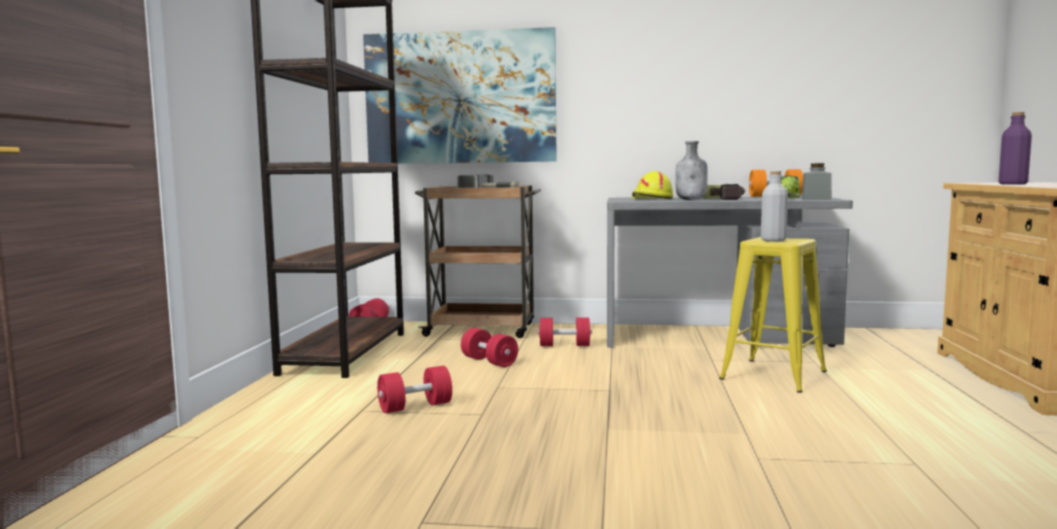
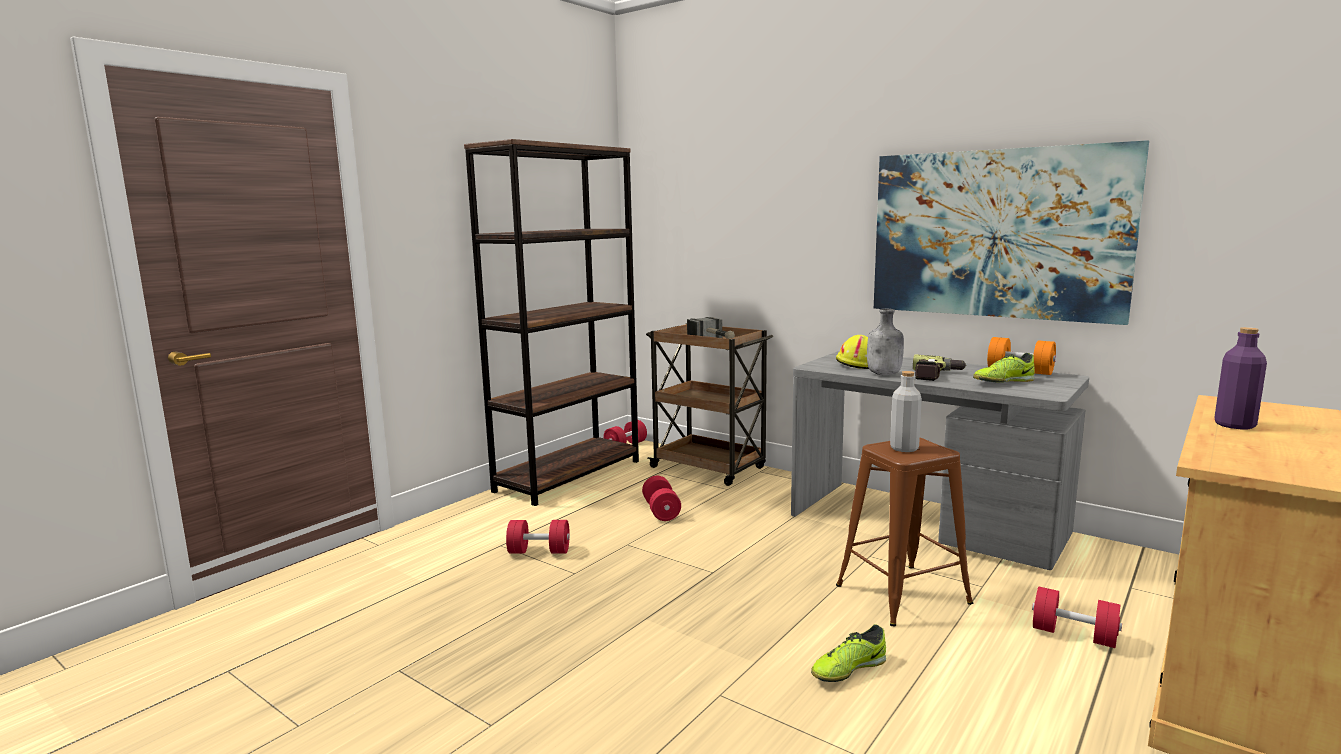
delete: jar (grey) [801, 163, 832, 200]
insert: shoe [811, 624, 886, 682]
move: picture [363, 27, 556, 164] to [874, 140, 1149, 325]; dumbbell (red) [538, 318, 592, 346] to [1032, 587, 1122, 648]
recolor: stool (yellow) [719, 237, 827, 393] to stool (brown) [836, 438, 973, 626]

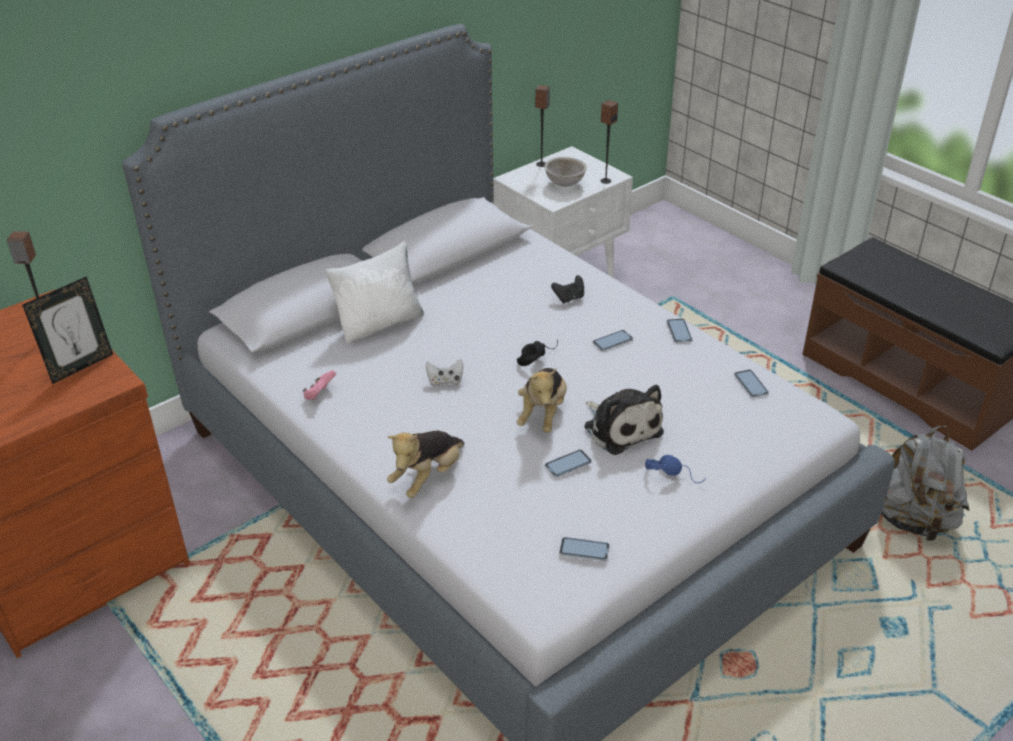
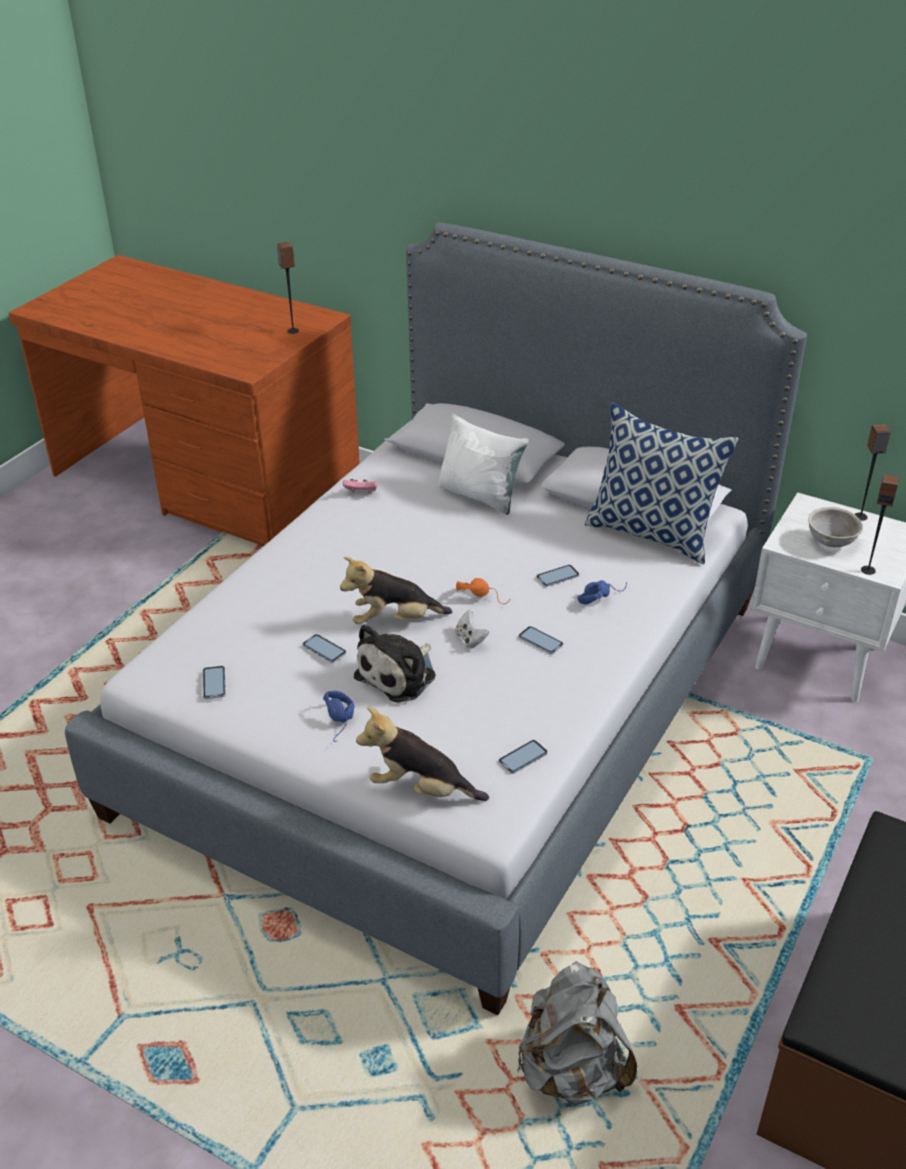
delete: picture frame [22, 276, 113, 384]
insert: pillow [585, 403, 739, 564]
move: phone [667, 319, 692, 343] to [536, 565, 579, 587]; game controller (white) [426, 359, 463, 387] to [455, 610, 489, 649]; plush toy [387, 431, 464, 498] to [356, 707, 489, 801]
replace: game controller (black) [551, 275, 584, 303] to headphones (blue) [578, 580, 627, 605]
recolor: headphones (black) [517, 340, 558, 366] to headphones (orange) [456, 578, 510, 604]

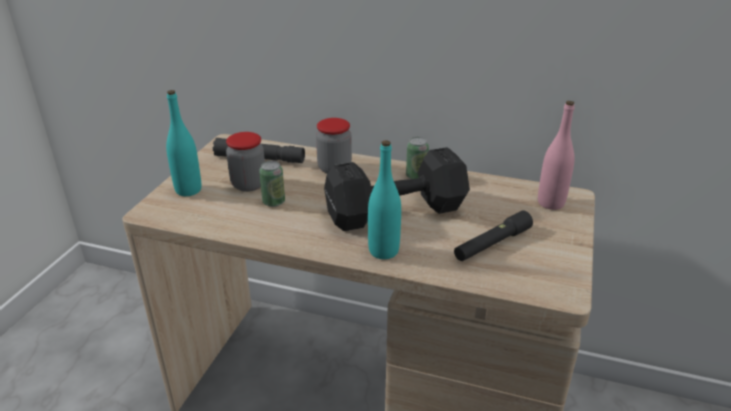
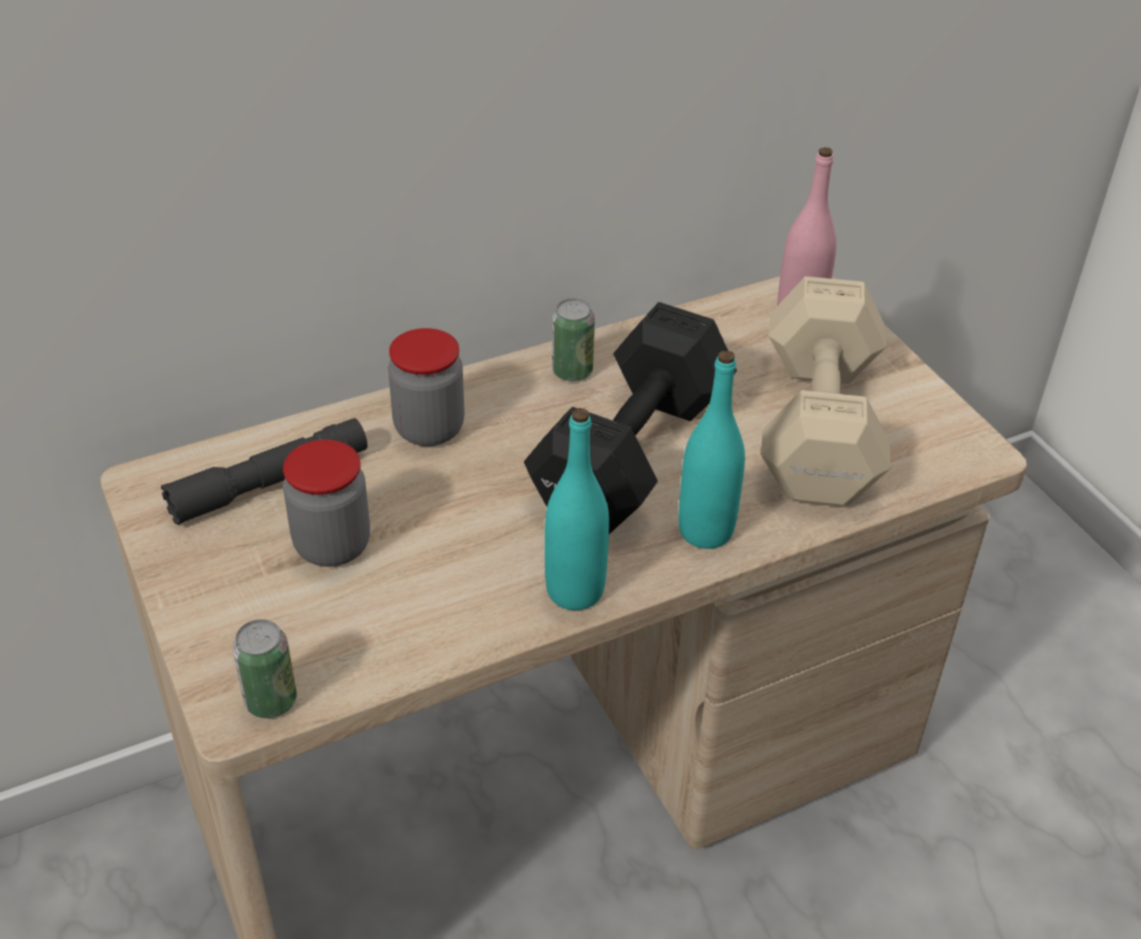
move: bottle (turquoise) [166, 90, 201, 196] to [545, 408, 609, 610]; can [259, 161, 285, 207] to [233, 619, 297, 718]
replace: flashlight (black) [454, 211, 533, 261] to dumbbell (beige) [761, 276, 891, 505]

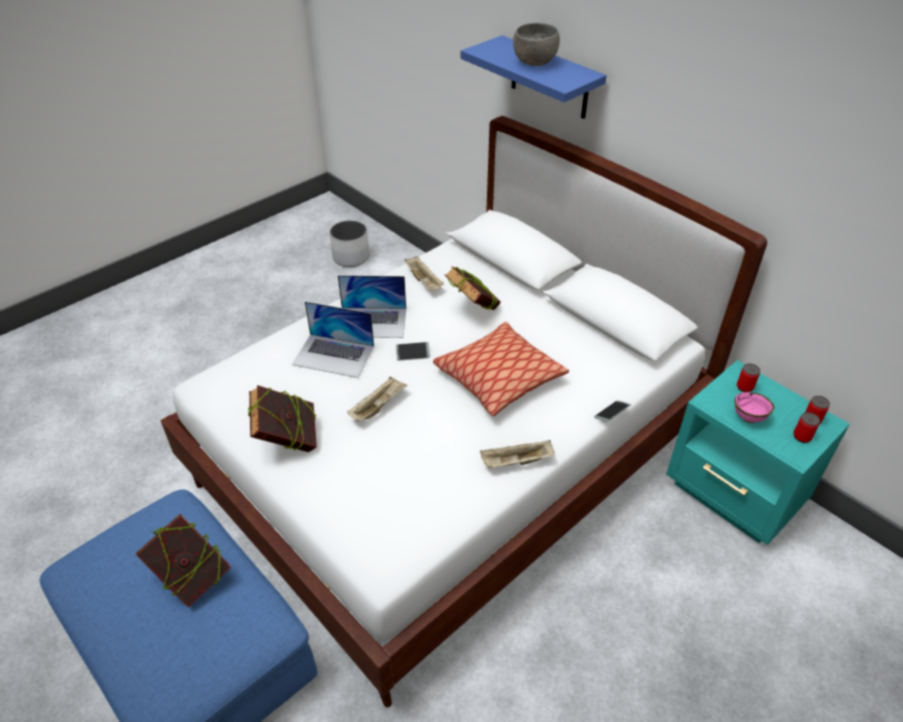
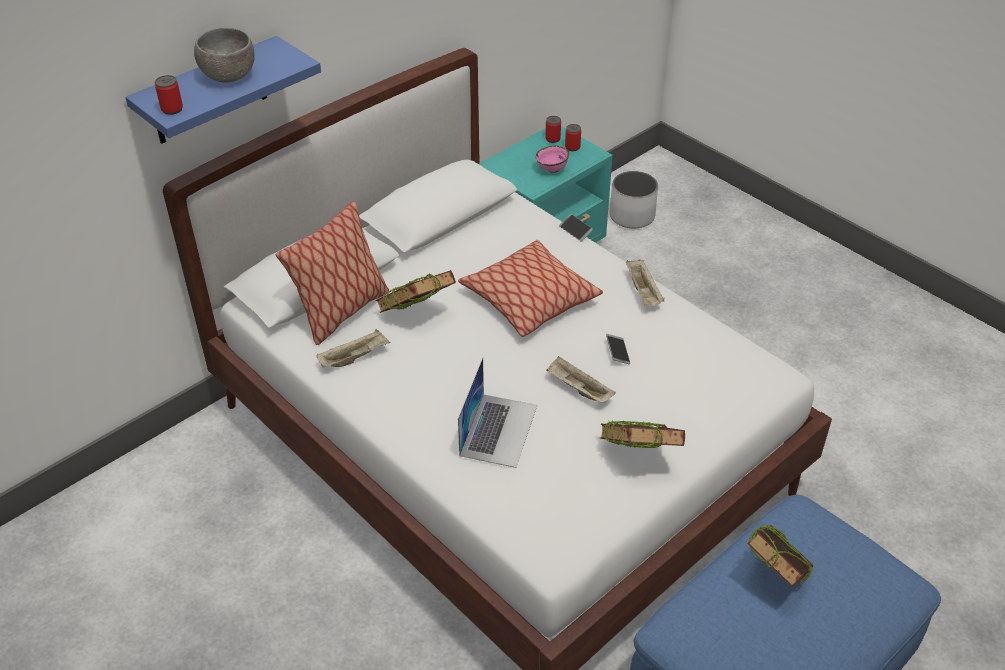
delete: laptop [338, 275, 406, 338]
insert: pillow [276, 201, 389, 345]
move: planter (white) [330, 220, 370, 267] to [610, 171, 658, 229]; phone [396, 342, 430, 361] to [606, 334, 630, 364]; can [737, 363, 760, 392] to [155, 75, 183, 115]

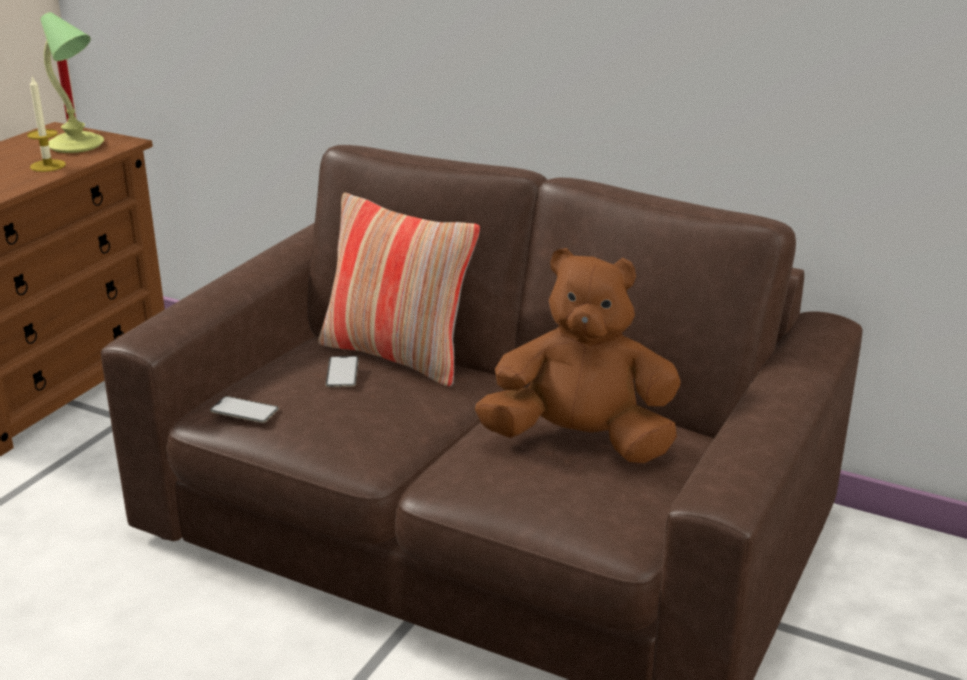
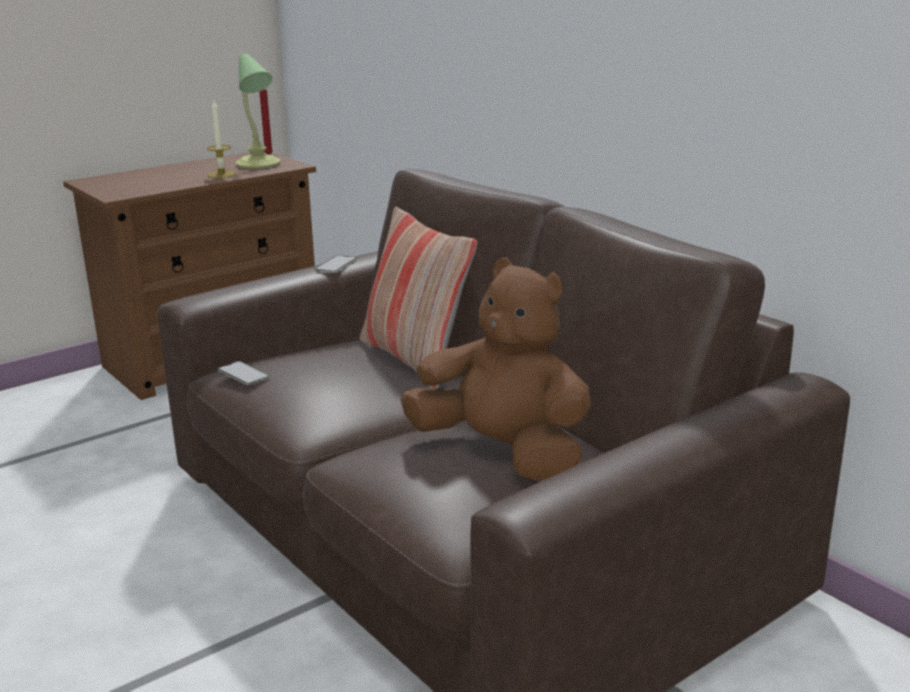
move: phone [326, 356, 359, 387] to [315, 255, 357, 273]

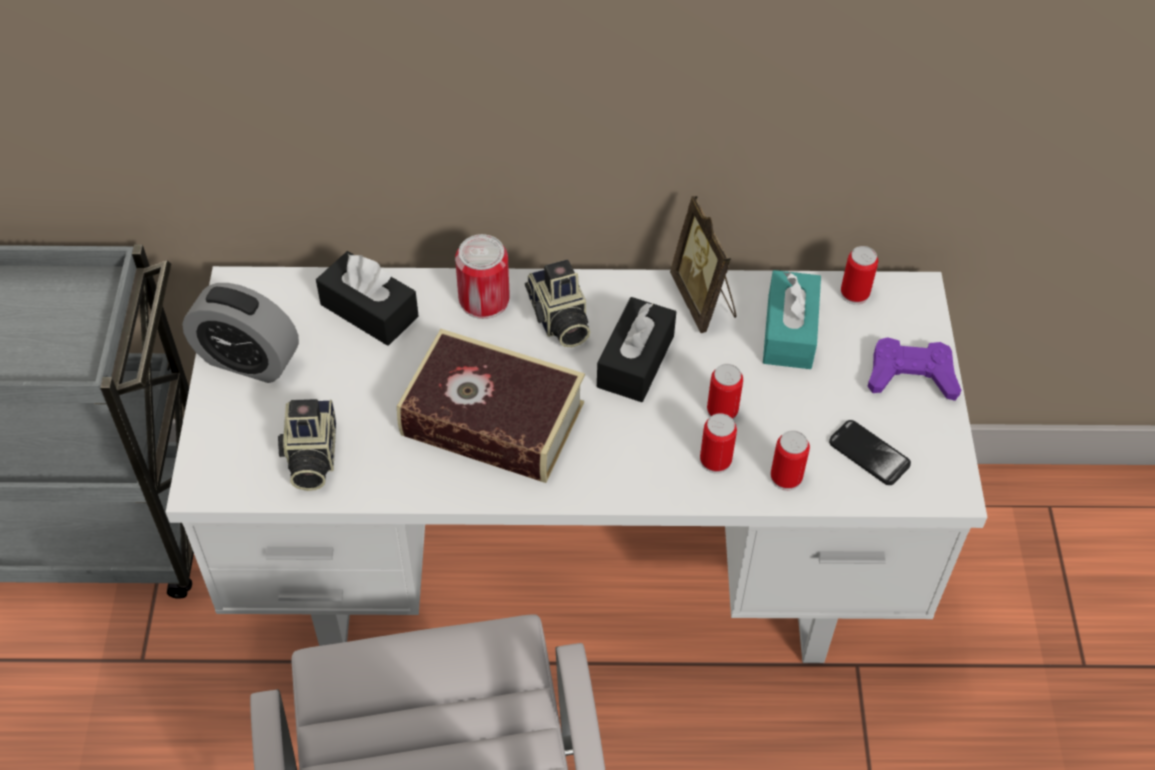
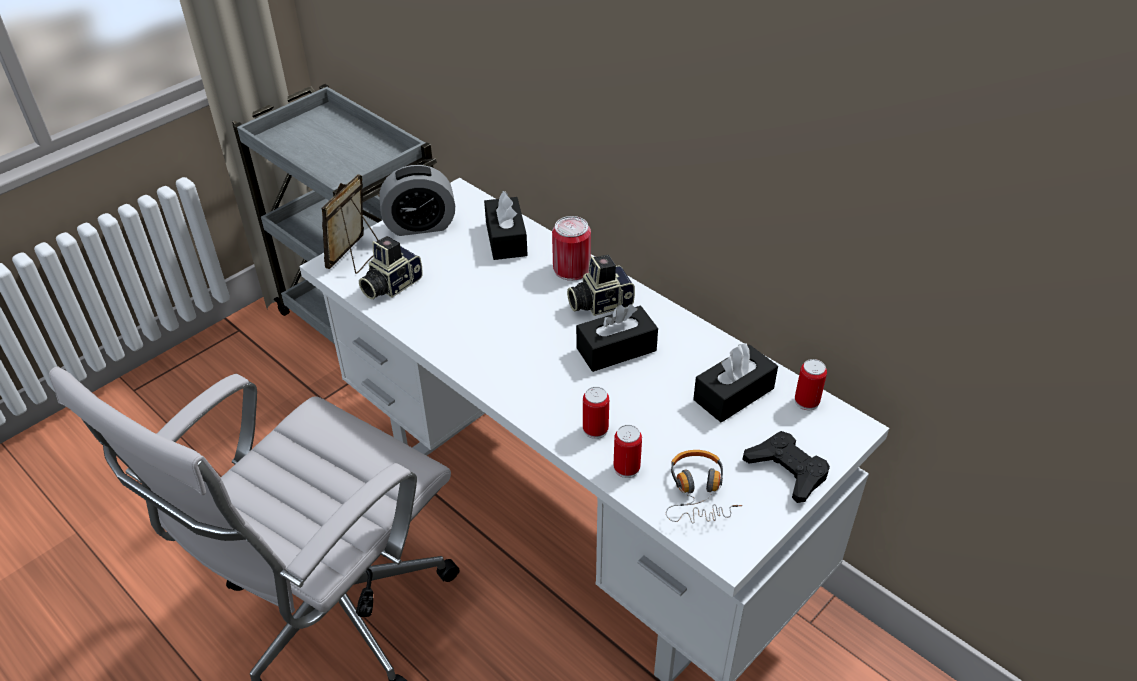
delete: book [397, 329, 585, 483]; can [707, 364, 743, 420]
move: picture frame [670, 196, 737, 333] to [322, 174, 379, 274]
replace: phone [829, 420, 911, 485] to headphones [666, 450, 742, 523]
recolor: tissue box (turquoise) [763, 270, 821, 369] to tissue box (black) [693, 344, 778, 422]; game controller (purple) [868, 337, 961, 401] to game controller (black) [742, 431, 830, 503]
rotate: photo camera [525, 259, 590, 347] = [567, 255, 635, 316] 45 degrees clockwise; alarm clock [182, 283, 299, 383] = [379, 165, 455, 236] 75 degrees counterclockwise

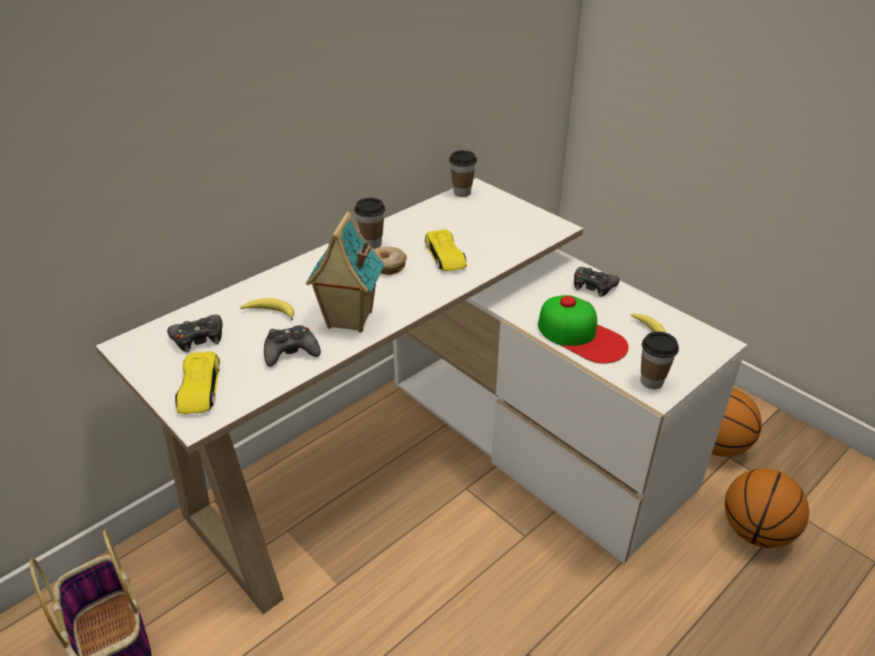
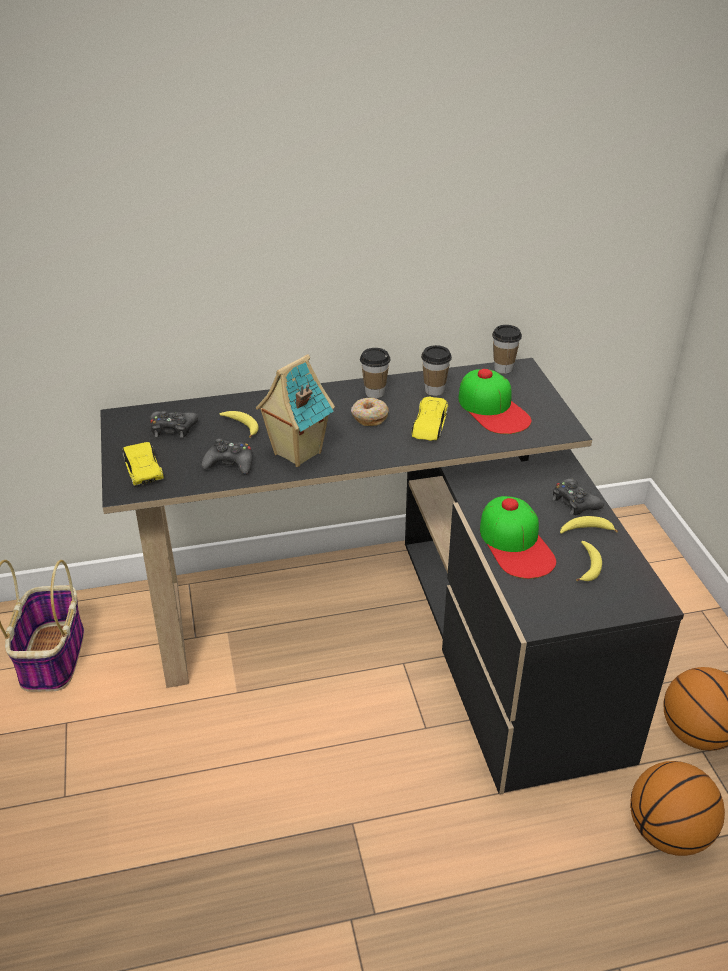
insert: cap [458, 369, 532, 434]; banana [560, 516, 618, 534]
move: cup [641, 331, 679, 389] to [421, 345, 452, 396]
recolor: desk (white) [96, 178, 747, 614] to desk (black) [100, 358, 684, 794]
rotate: toy car (yellow) [175, 351, 220, 414] = [122, 442, 164, 486] 135 degrees clockwise

